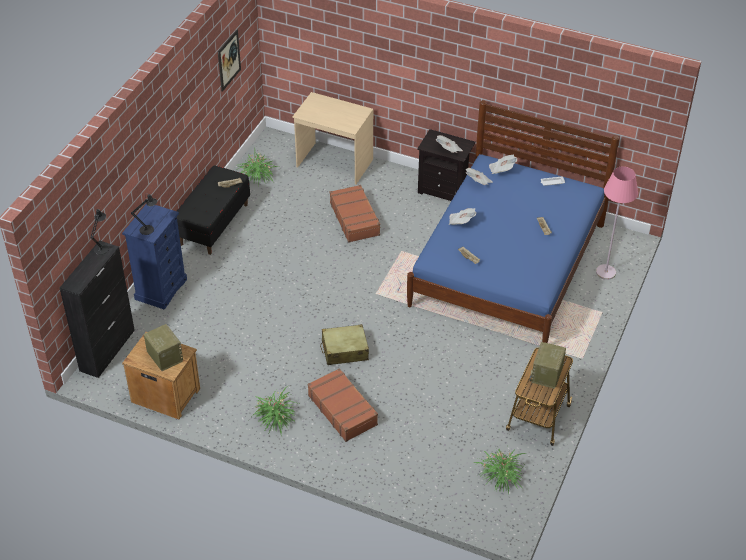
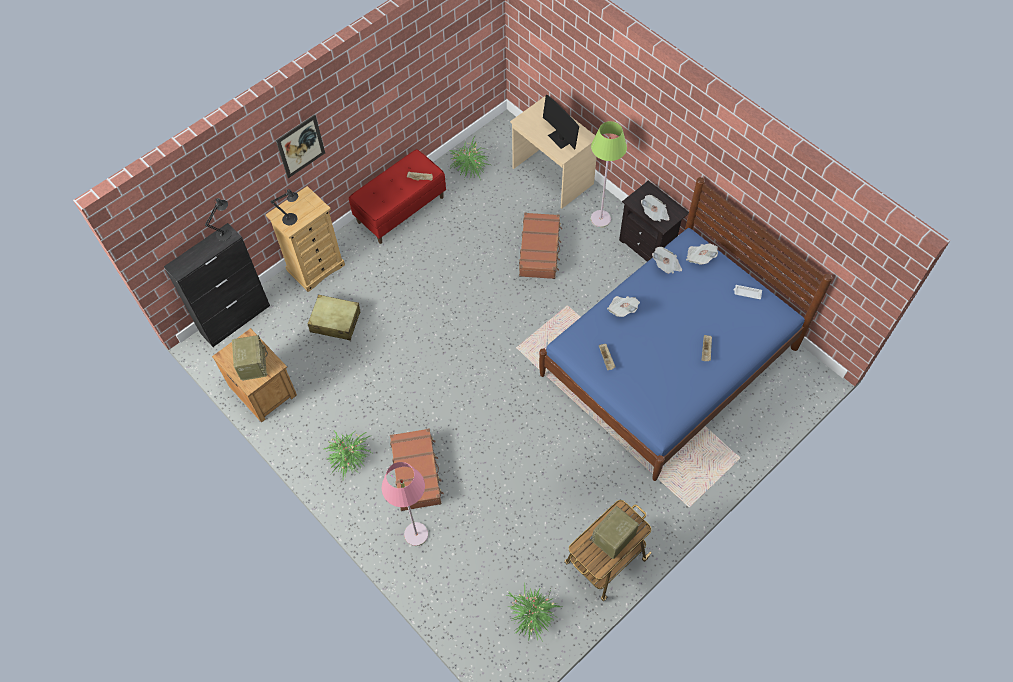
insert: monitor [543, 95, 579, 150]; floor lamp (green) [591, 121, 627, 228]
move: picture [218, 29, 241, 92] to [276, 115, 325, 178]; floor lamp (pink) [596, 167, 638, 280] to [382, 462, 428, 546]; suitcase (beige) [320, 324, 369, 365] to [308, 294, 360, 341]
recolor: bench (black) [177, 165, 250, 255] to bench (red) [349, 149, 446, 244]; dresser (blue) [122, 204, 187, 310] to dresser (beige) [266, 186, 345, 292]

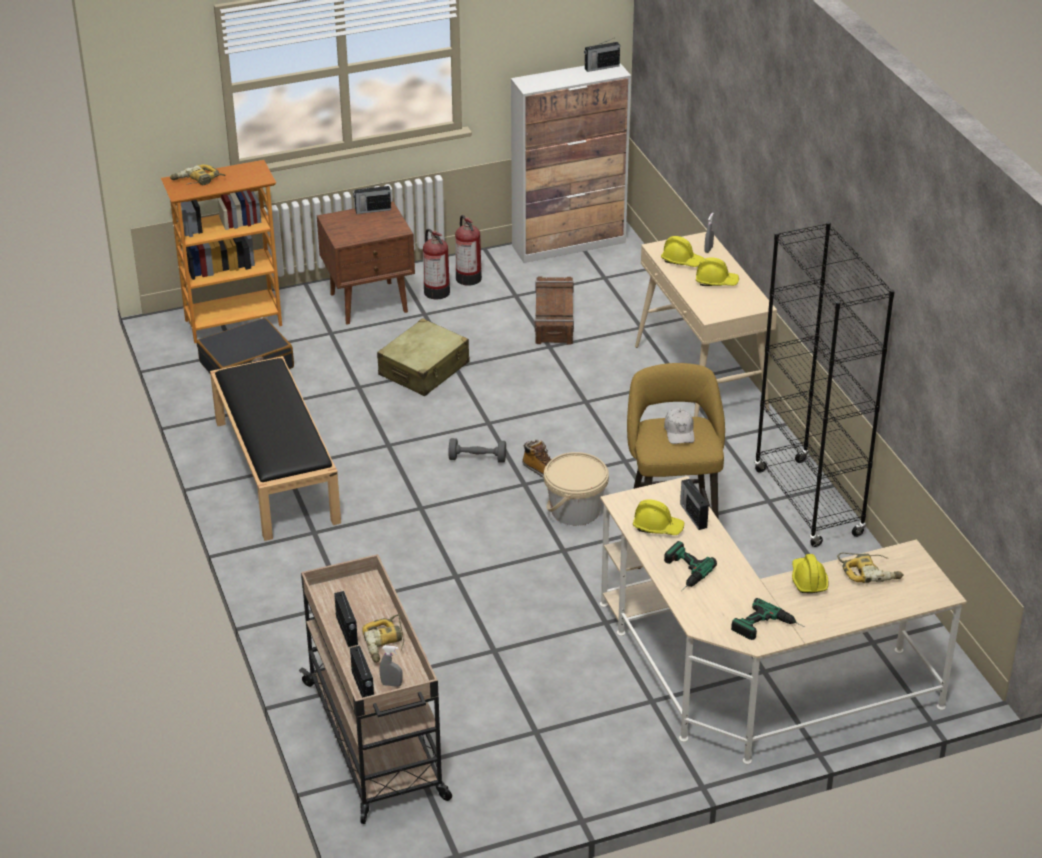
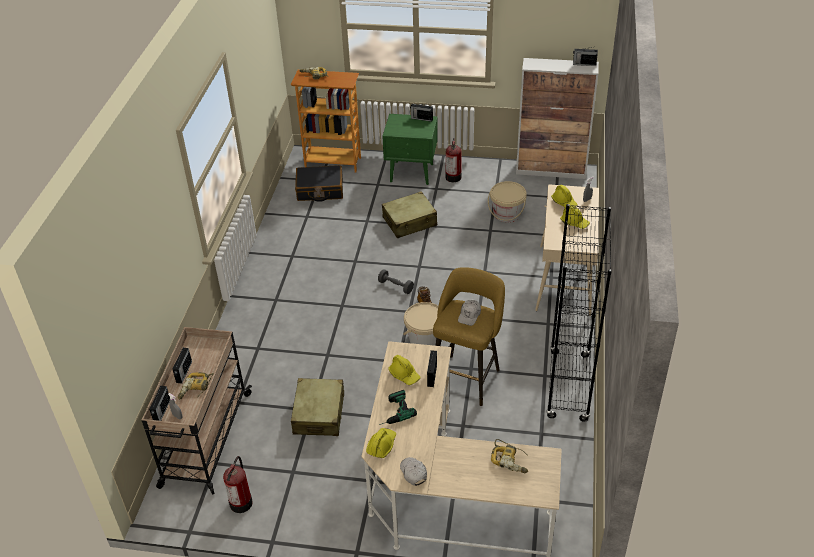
delete: bench (black) [210, 356, 341, 541]
insert: suitcase (beige) [291, 378, 344, 436]
move: fire extinguisher [455, 215, 482, 286] to [223, 456, 253, 513]; hard hat (yellow) [792, 554, 828, 593] to [366, 428, 396, 458]
replace: crate [535, 277, 574, 345] to bucket (beige) [488, 181, 527, 222]; power drill [731, 598, 804, 640] to cap (white) [400, 457, 427, 486]
recolor: nightstand (brown) [317, 201, 415, 325] to nightstand (green) [382, 114, 438, 185]

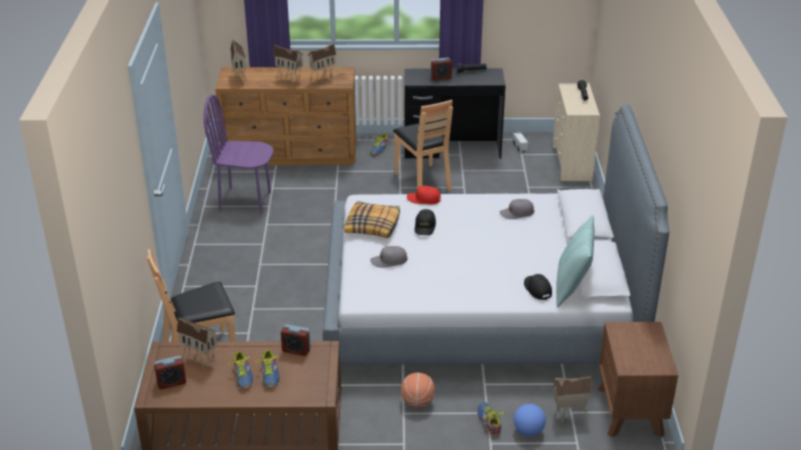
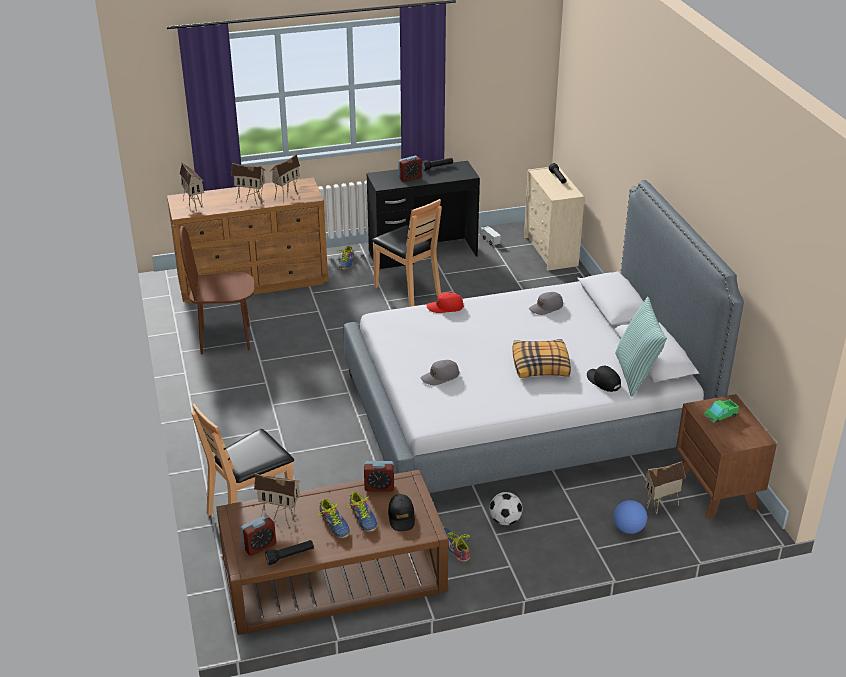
insert: toy truck [703, 399, 739, 423]; flashlight (black) [265, 540, 314, 565]
move: pillow [344, 201, 400, 238] to [513, 339, 571, 378]; cap (black) [415, 209, 436, 235] to [388, 494, 415, 531]; shoe [477, 402, 504, 436] to [444, 528, 472, 562]
replace: basketball [401, 373, 435, 408] to football [490, 492, 522, 525]
recolor: chair (purple) [204, 95, 273, 213] to chair (brown) [179, 226, 255, 355]

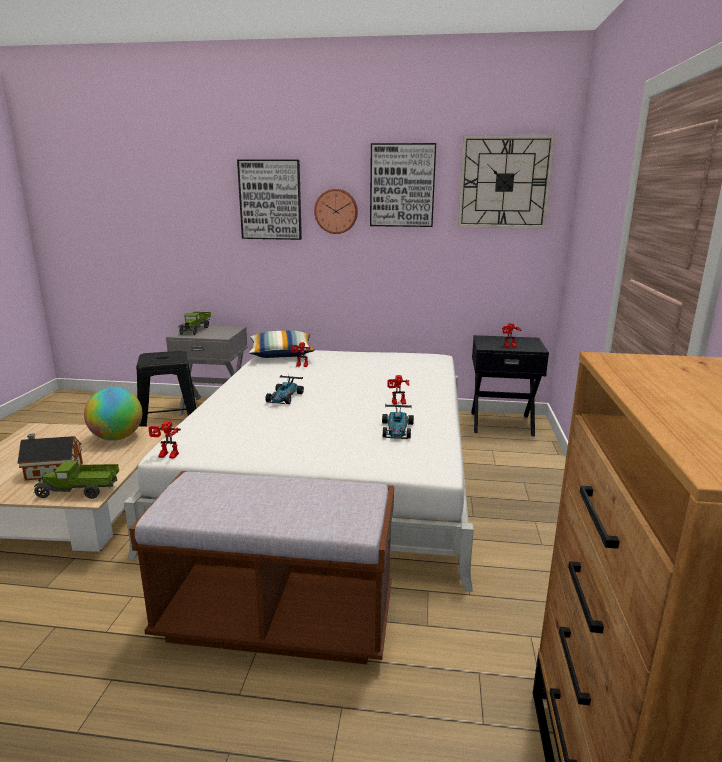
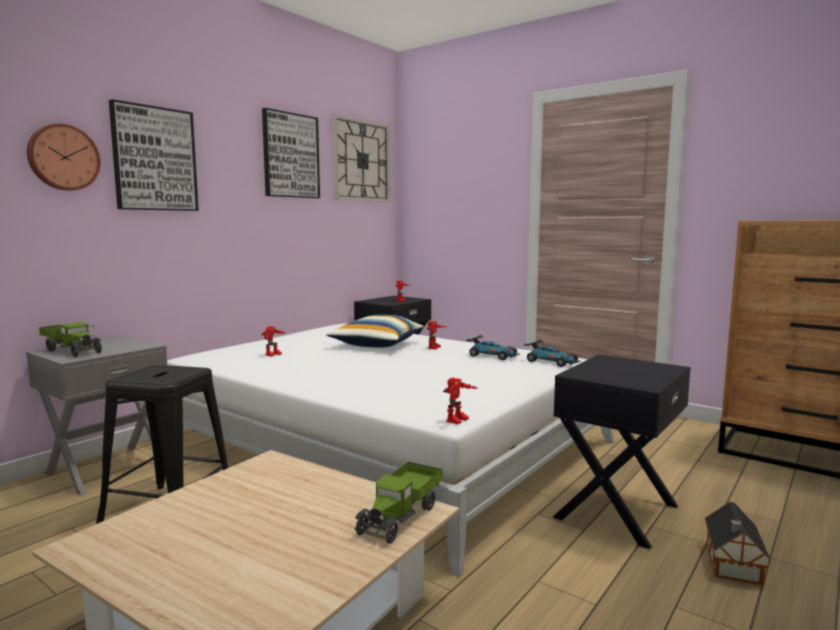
delete: globe [84, 387, 142, 441]
move: wall clock [314, 189, 358, 234] to [27, 123, 101, 191]; pillow [249, 330, 315, 358] to [326, 315, 424, 348]; toy car [265, 375, 304, 404] to [524, 339, 581, 367]; toy house [17, 433, 83, 480] to [705, 502, 771, 585]
replace: bench (brown) [129, 471, 394, 664] to nightstand (black) [553, 354, 691, 549]

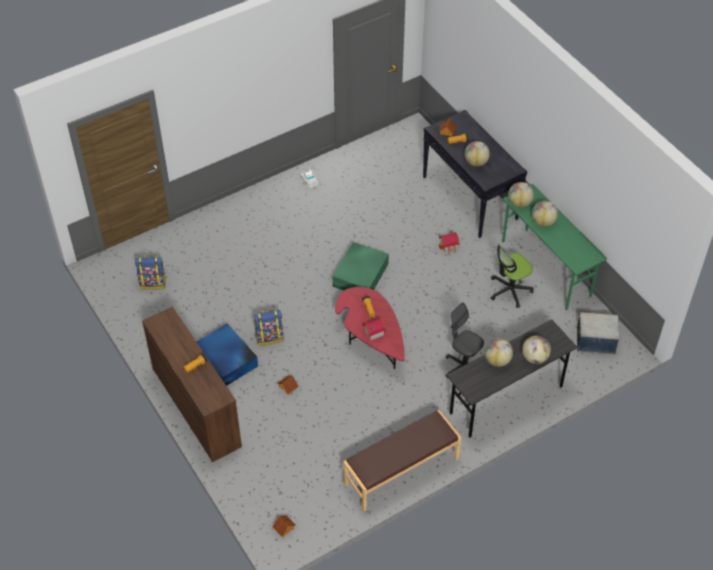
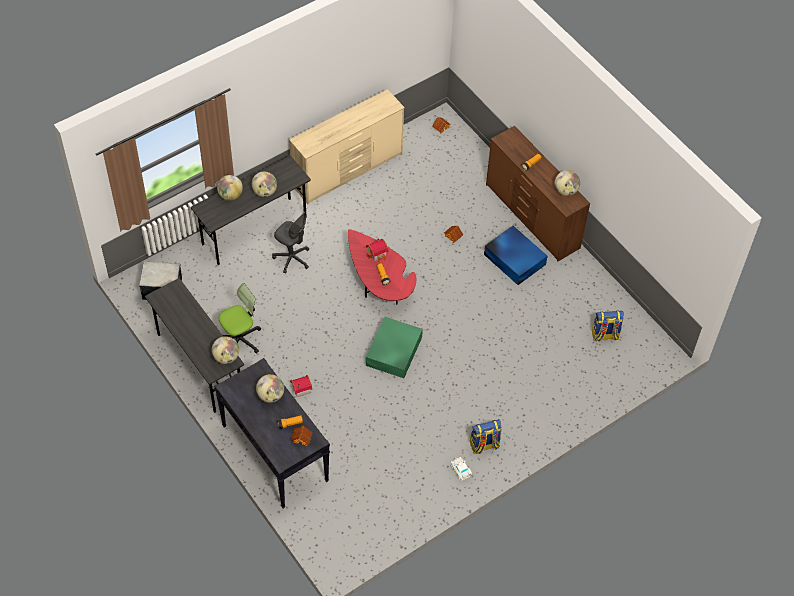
move: globe [532, 201, 558, 227] to [555, 170, 580, 196]; backpack [254, 309, 284, 346] to [470, 419, 502, 454]
replace: bench (brown) [343, 410, 461, 512] to dresser (beige) [289, 89, 405, 204]
recolor: desk (green) [502, 184, 607, 310] to desk (grey) [145, 278, 244, 413]

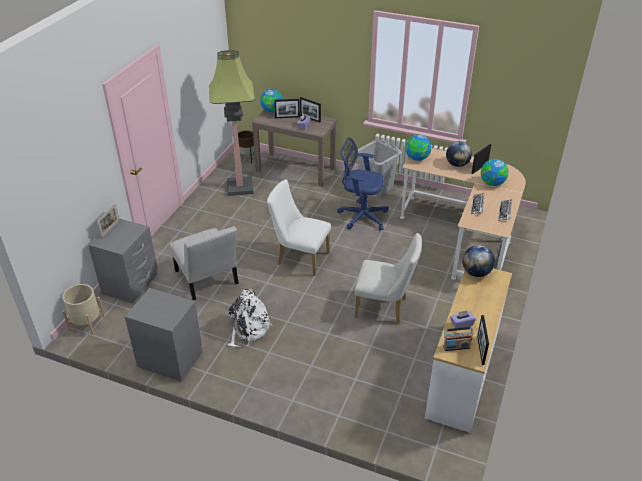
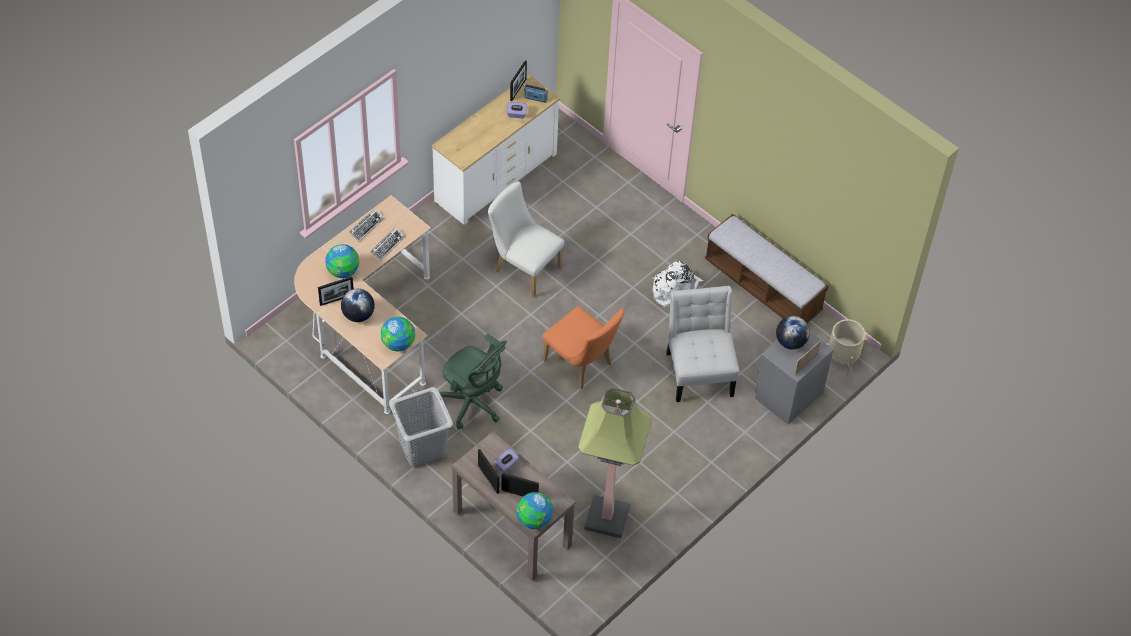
delete: planter (brown) [238, 130, 254, 163]
move: globe [462, 245, 495, 277] to [776, 316, 810, 350]
replace: nightstand (grey) [125, 288, 202, 382] to bench [705, 214, 829, 323]
recolor: office chair (blue) [337, 137, 389, 231] to office chair (green) [439, 334, 507, 430]; chair (white) [267, 179, 331, 276] to chair (orange) [543, 306, 624, 389]

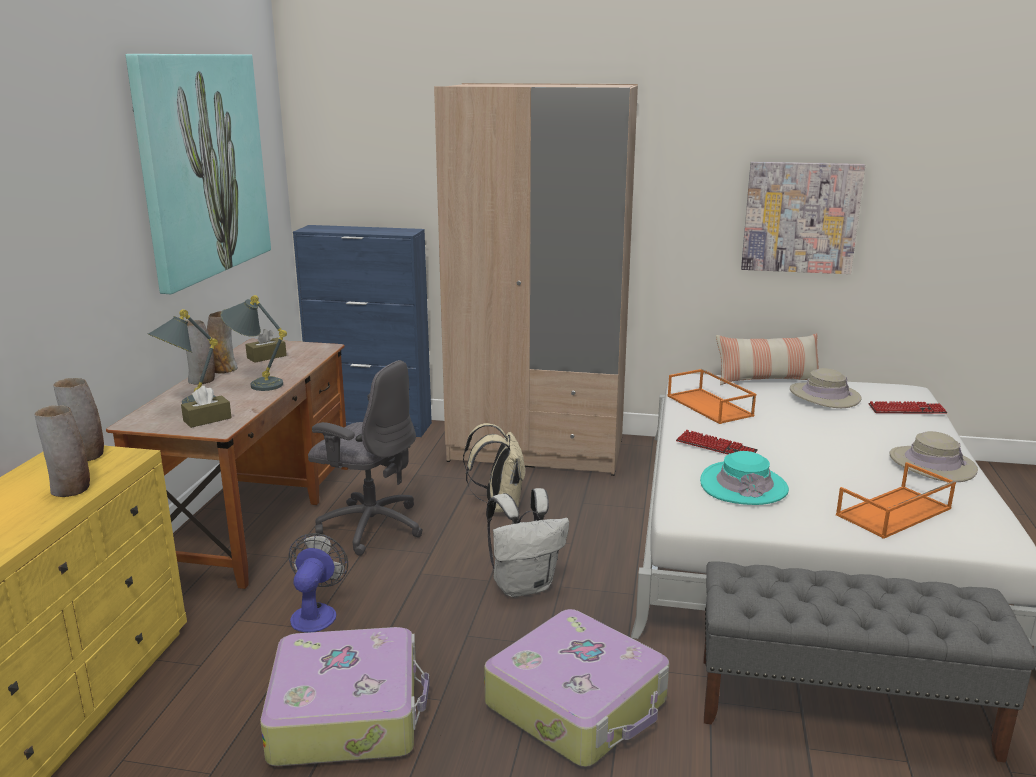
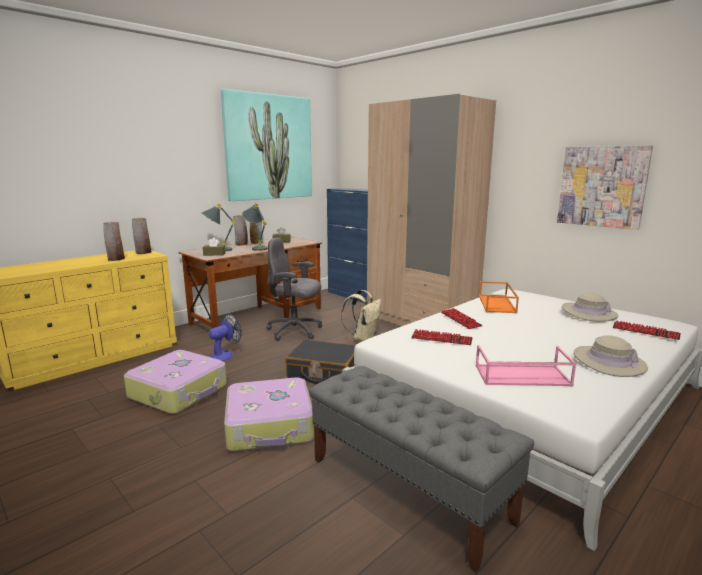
delete: pillow [716, 333, 819, 385]
replace: hat (turquoise) [700, 451, 789, 505] to keyboard [411, 329, 473, 345]; backpack (white) [486, 488, 569, 597] to suitcase (black) [285, 339, 356, 384]
recolor: tray (orange) [836, 462, 956, 539] to tray (pink) [475, 345, 577, 386]
rotate: office chair (grey) [308, 360, 423, 555] = [266, 238, 322, 341] 135 degrees clockwise

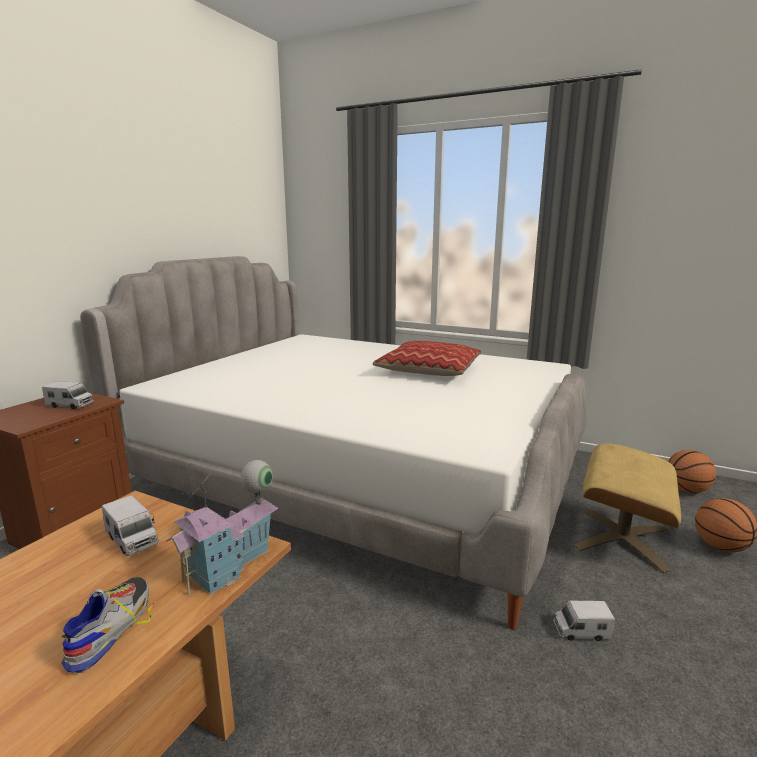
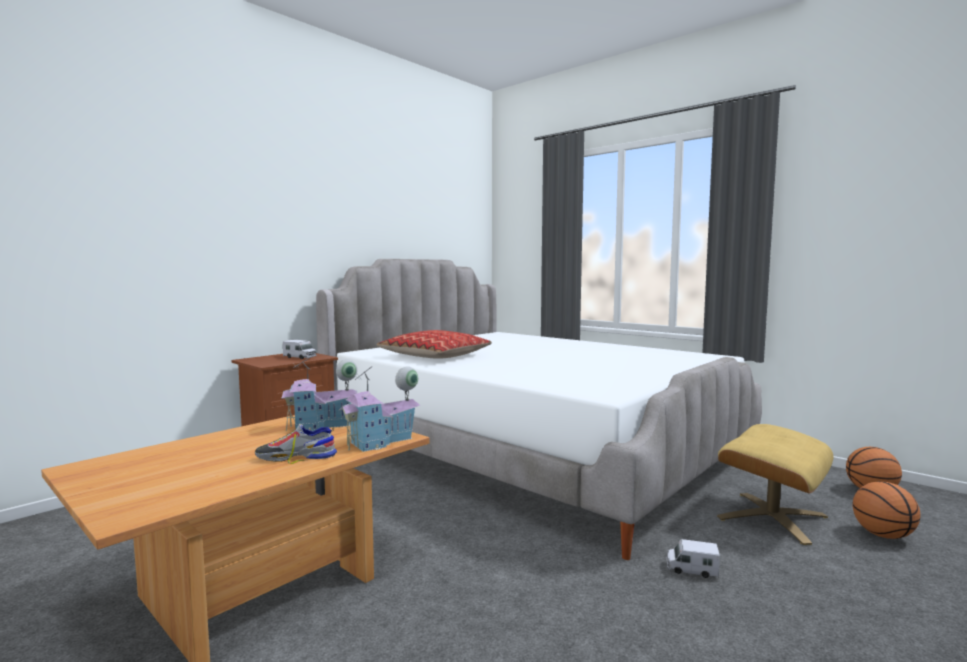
move: pillow [373, 341, 482, 376] to [377, 330, 492, 359]
replace: toy truck [102, 495, 159, 556] to toy house [281, 357, 357, 431]
rotate: shoe [61, 577, 153, 673] = [255, 424, 337, 464] 120 degrees counterclockwise

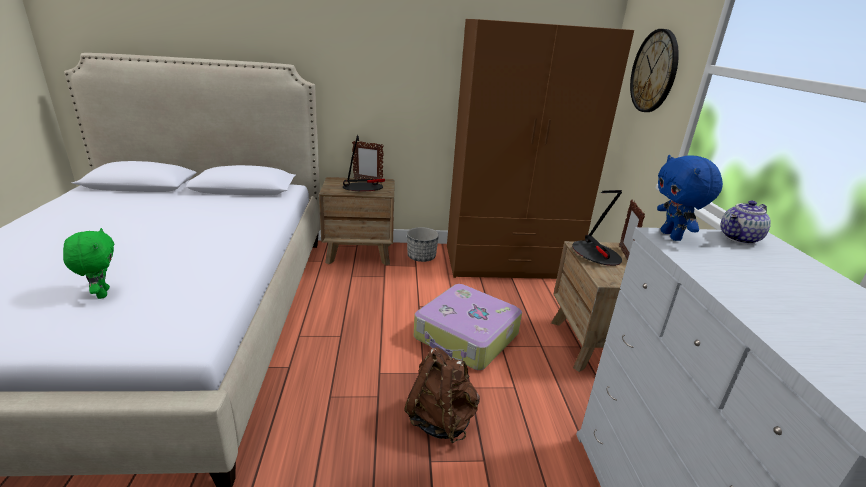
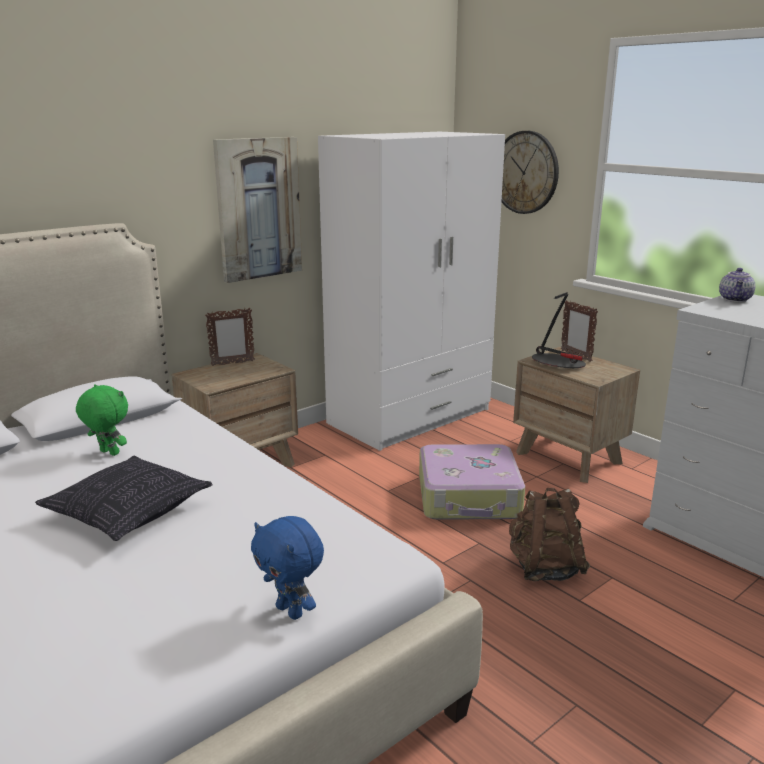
delete: table lamp [343, 134, 385, 191]; planter [407, 227, 439, 262]
insert: picture [213, 137, 302, 283]; pillow [35, 456, 213, 541]
move: plush toy (blue) [657, 155, 723, 241] to [251, 516, 324, 620]; plush toy (green) [63, 228, 114, 299] to [76, 384, 128, 456]
recolor: wardrobe (brown) [447, 19, 634, 279] to wardrobe (white) [318, 132, 505, 451]

